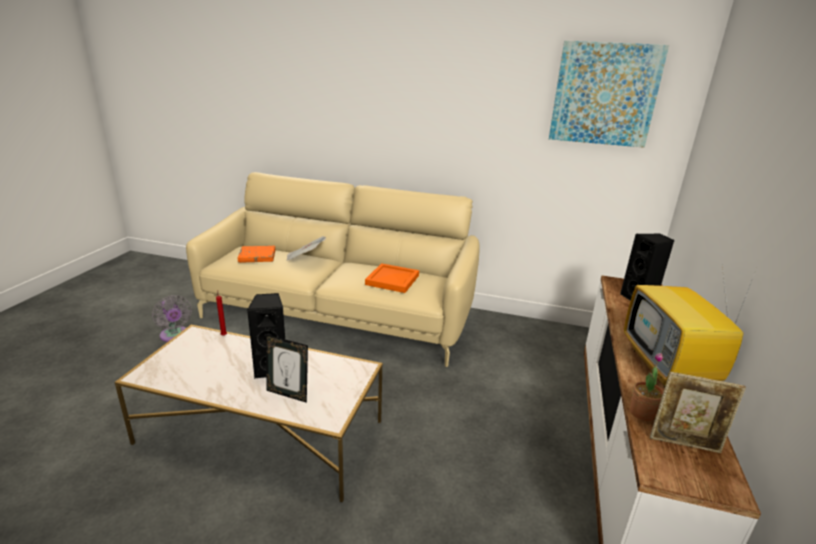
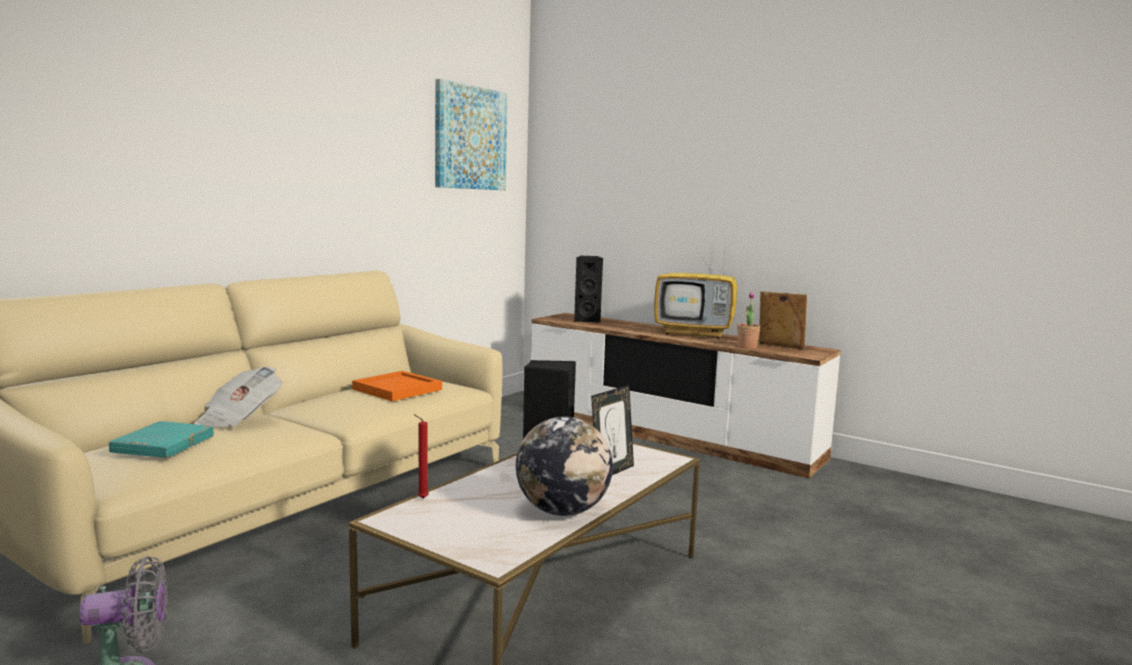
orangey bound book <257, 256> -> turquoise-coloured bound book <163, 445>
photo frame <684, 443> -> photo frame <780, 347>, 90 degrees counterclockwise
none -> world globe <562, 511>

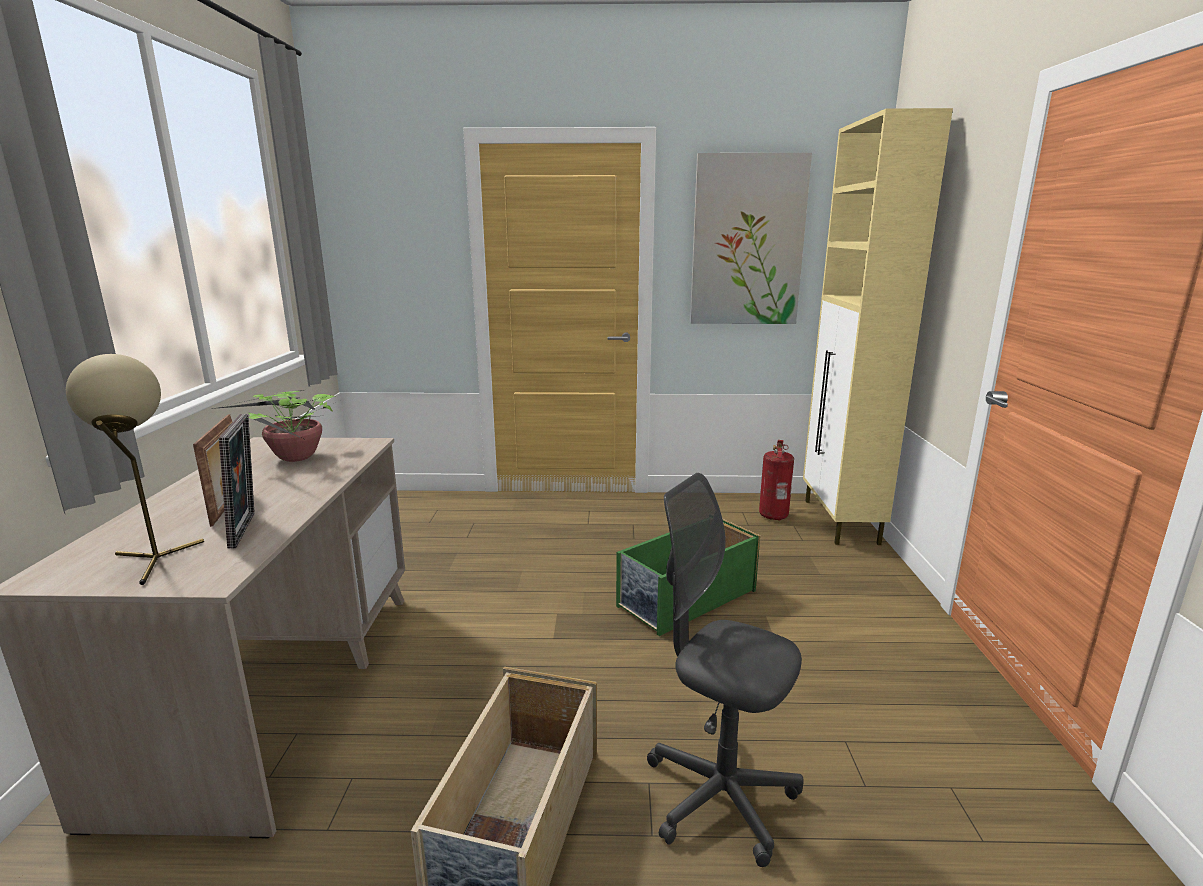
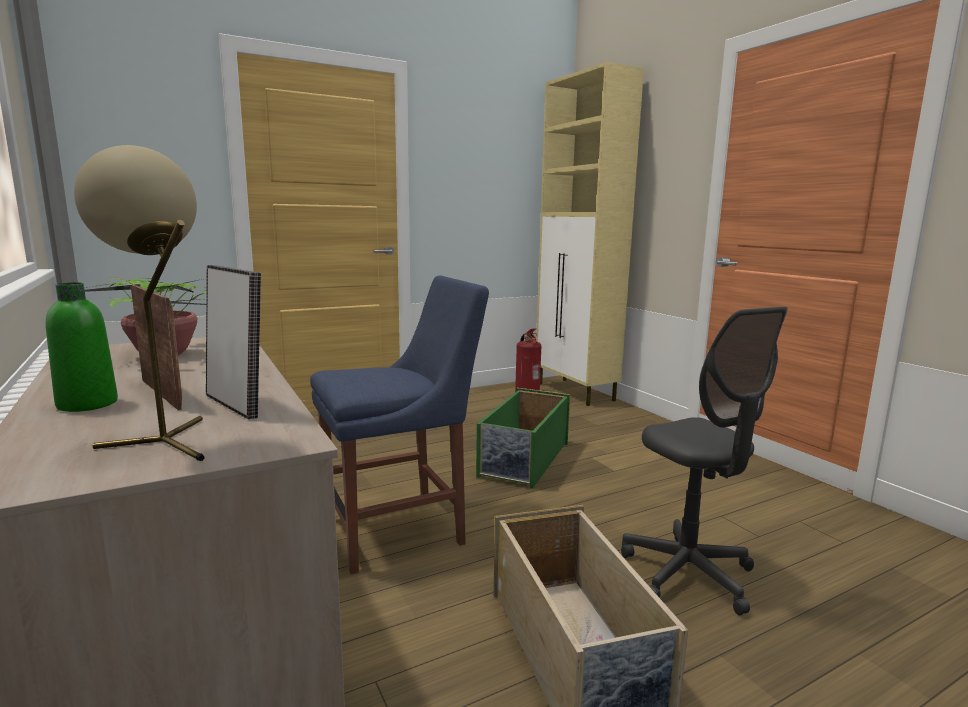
picture <747, 241> -> none
gray desk chair <719, 797> -> gray desk chair <688, 574>, 120 degrees counterclockwise
none -> blue-coloured plain chair <401, 530>
none -> greenish drink bottle <87, 404>

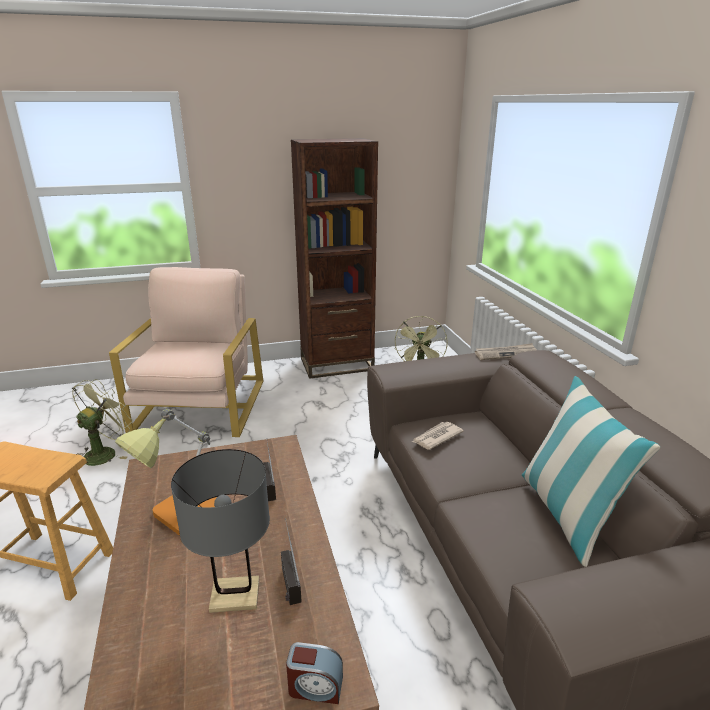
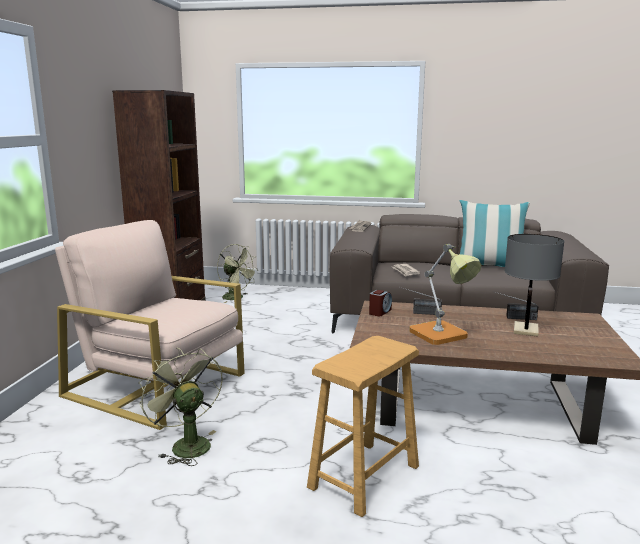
table clock <315, 687> -> table clock <380, 312>, move

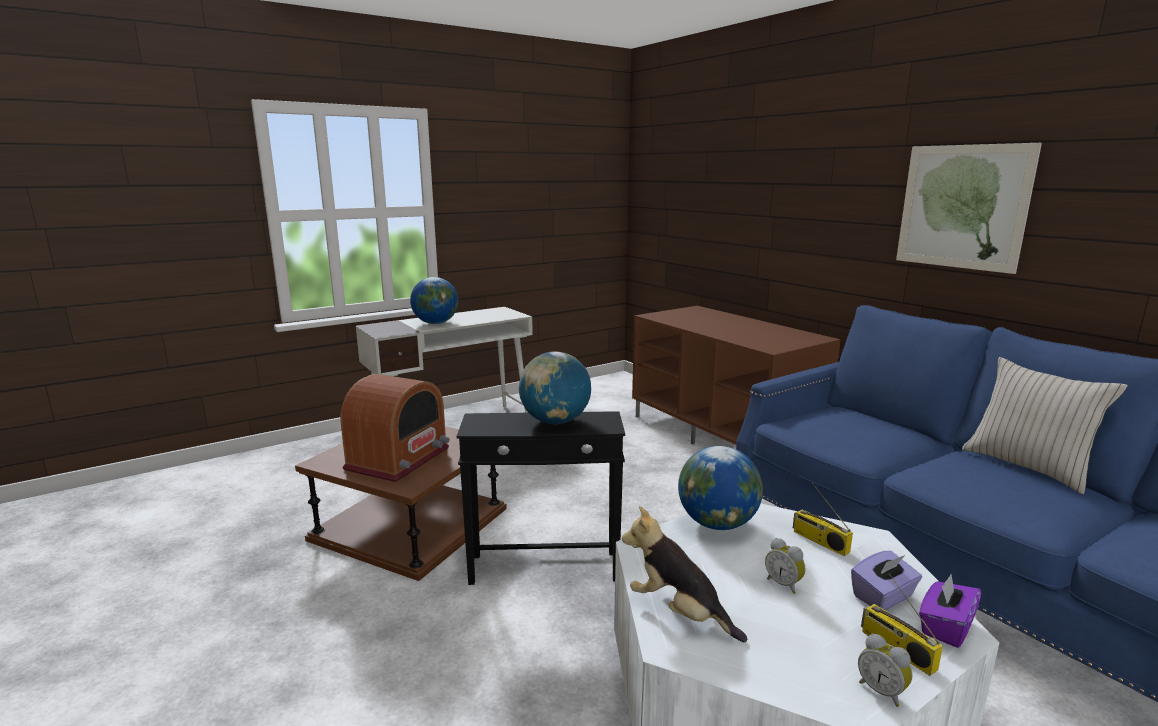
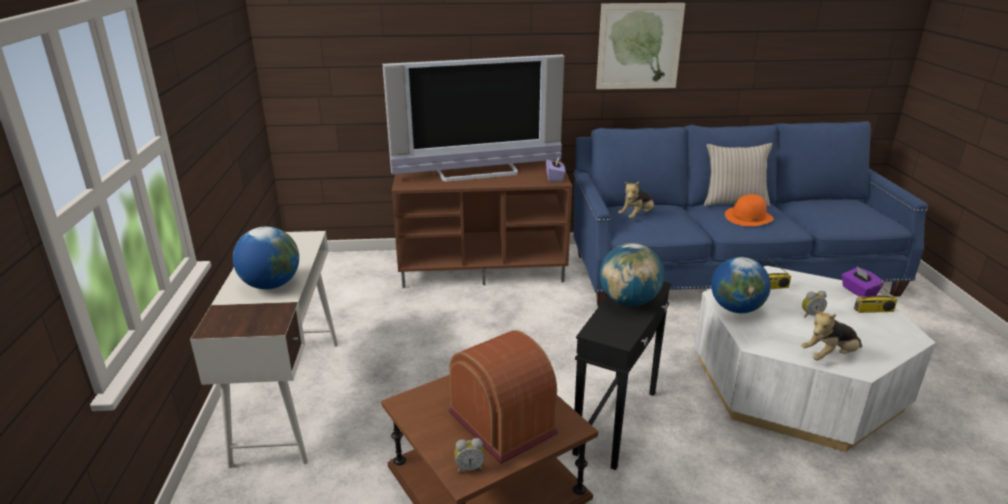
purplish box of tissues <883, 597> -> purplish box of tissues <555, 178>, move
table clock <882, 691> -> table clock <469, 467>, move
none -> television <478, 172>
none -> soft toy <637, 216>
none -> orangey wearable hat <748, 217>

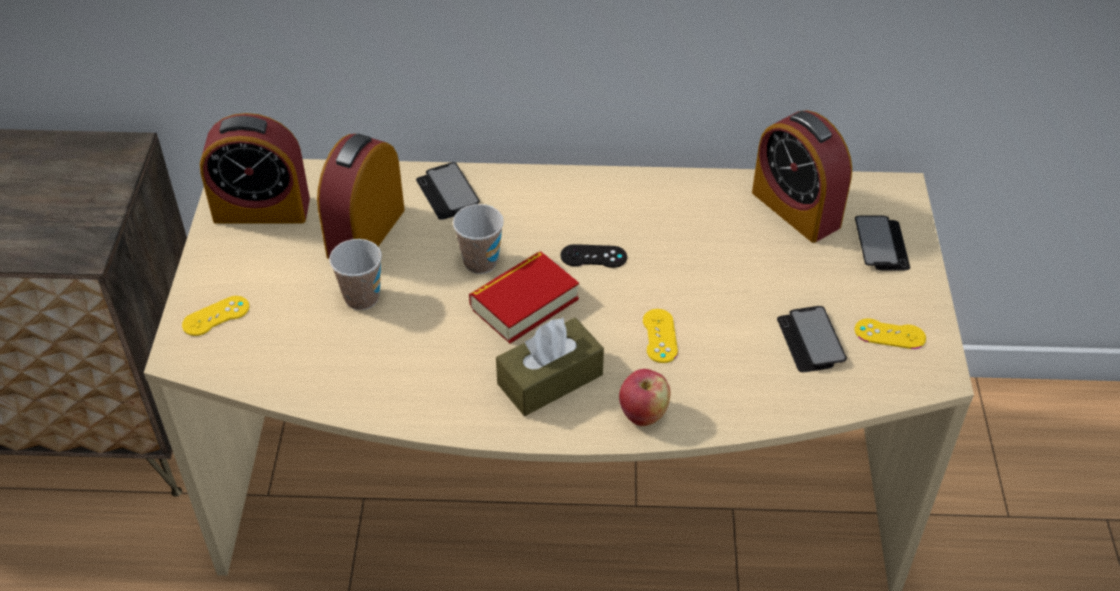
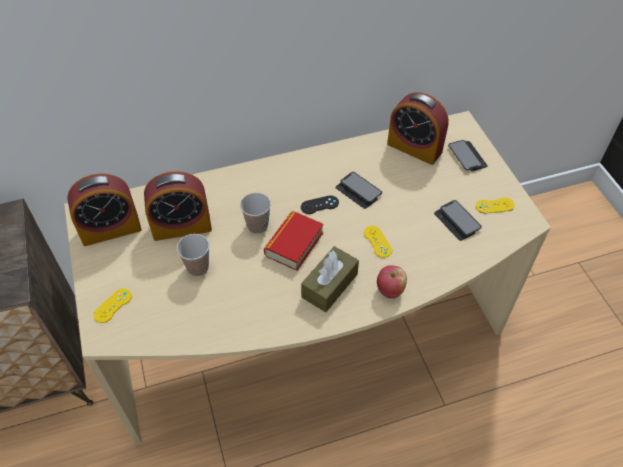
table clock <366, 233> -> table clock <182, 226>, 105 degrees counterclockwise
phone <447, 193> -> phone <358, 191>, move

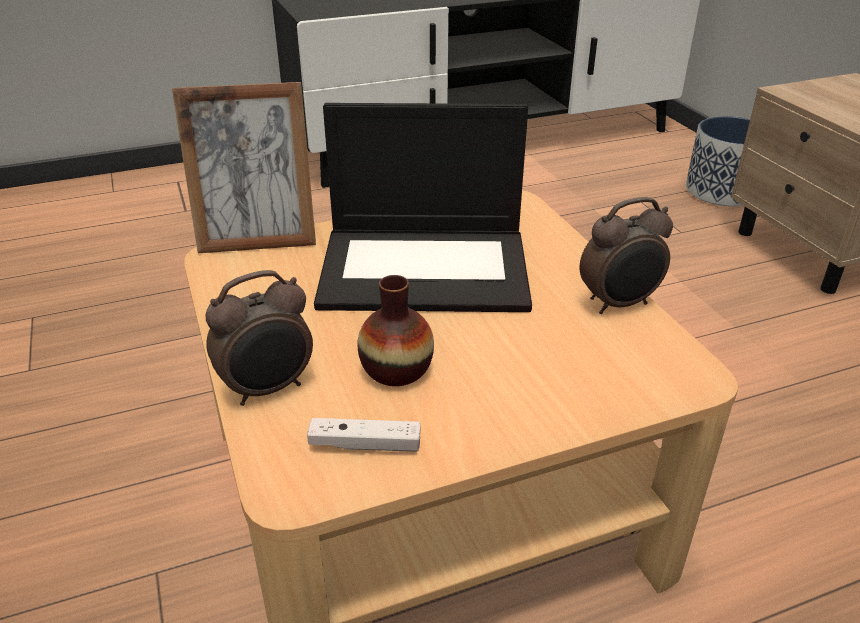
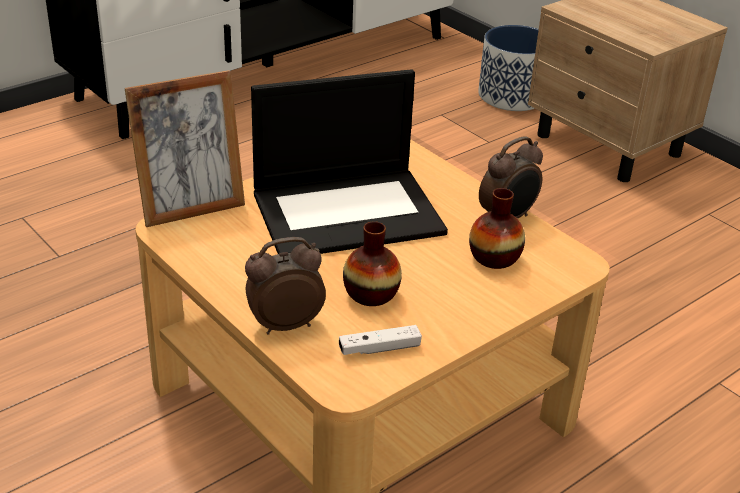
table clock <269, 389> -> table clock <284, 324>, 150 degrees counterclockwise
none -> decorative vase <494, 257>

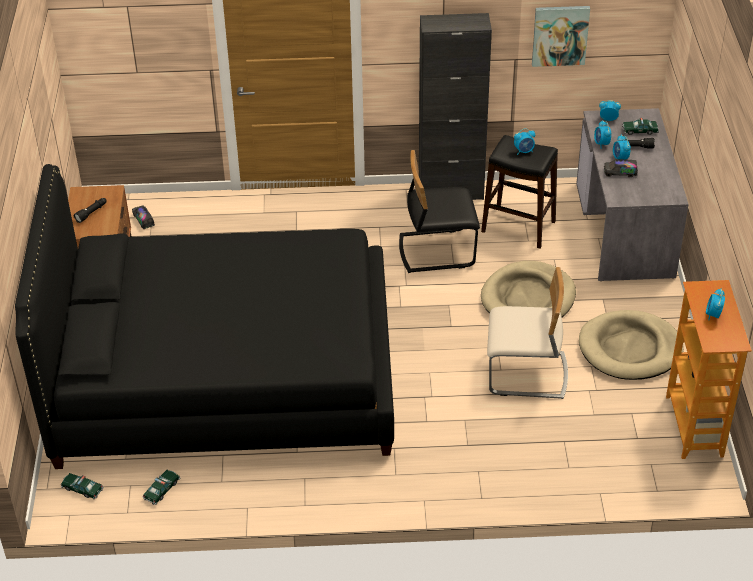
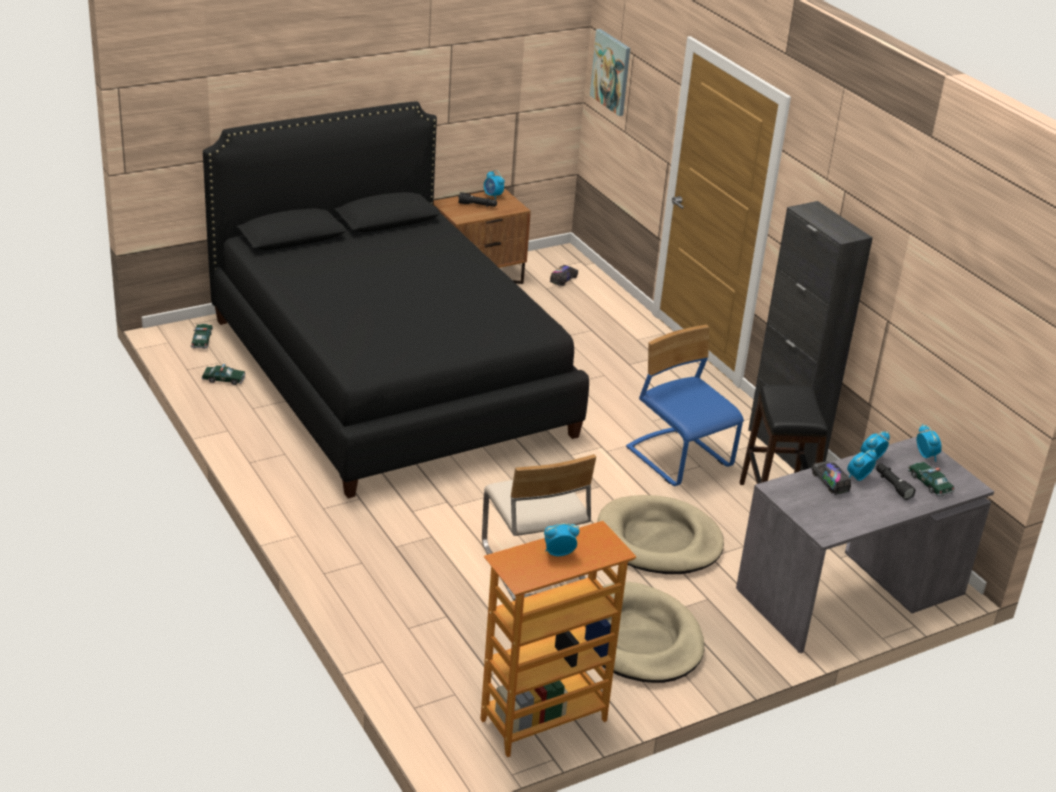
picture <560, 35> -> picture <611, 72>, move
table clock <524, 151> -> table clock <493, 196>, move
black-coloured plain chair <436, 250> -> blue-coloured plain chair <679, 458>

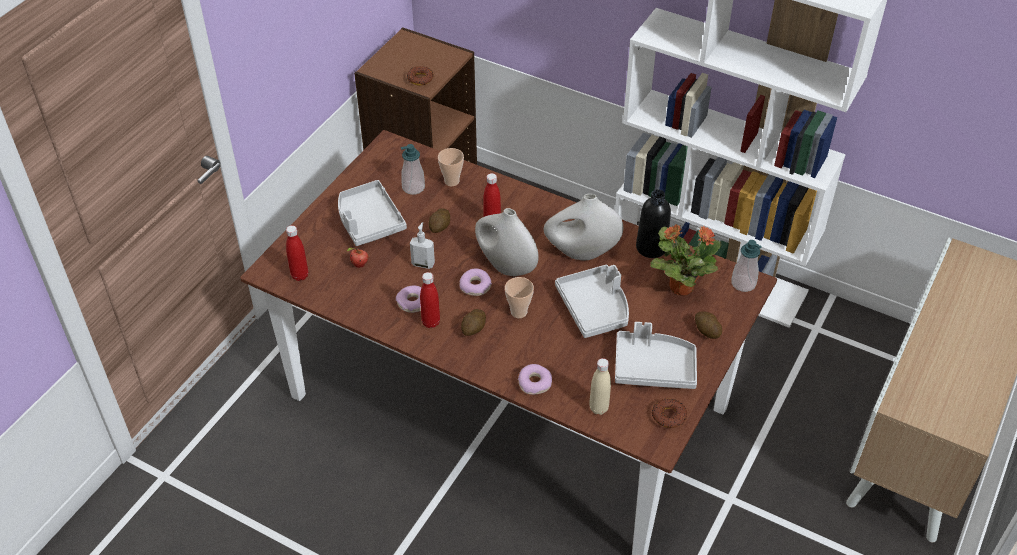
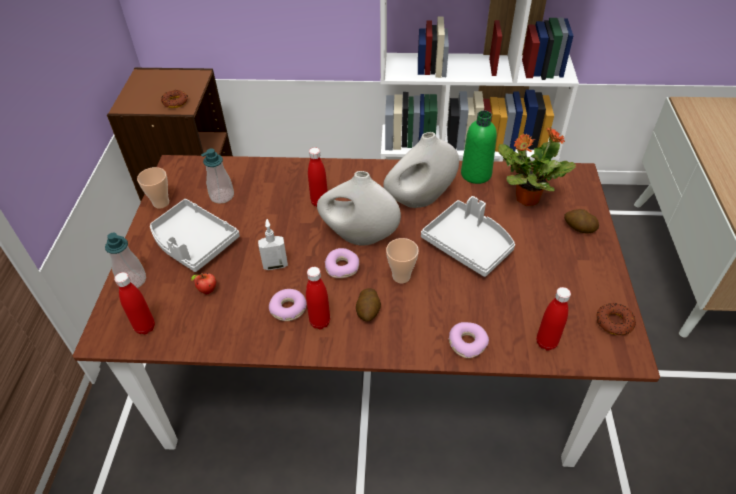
small cup <451, 181> -> small cup <161, 203>, move
black-coloured drink bottle <651, 247> -> greenish drink bottle <476, 174>
whole potato <440, 227> -> none
soap dispenser <743, 283> -> soap dispenser <132, 280>, move
gray serving tray <653, 367> -> none
beige drink bottle <598, 408> -> red drink bottle <546, 343>

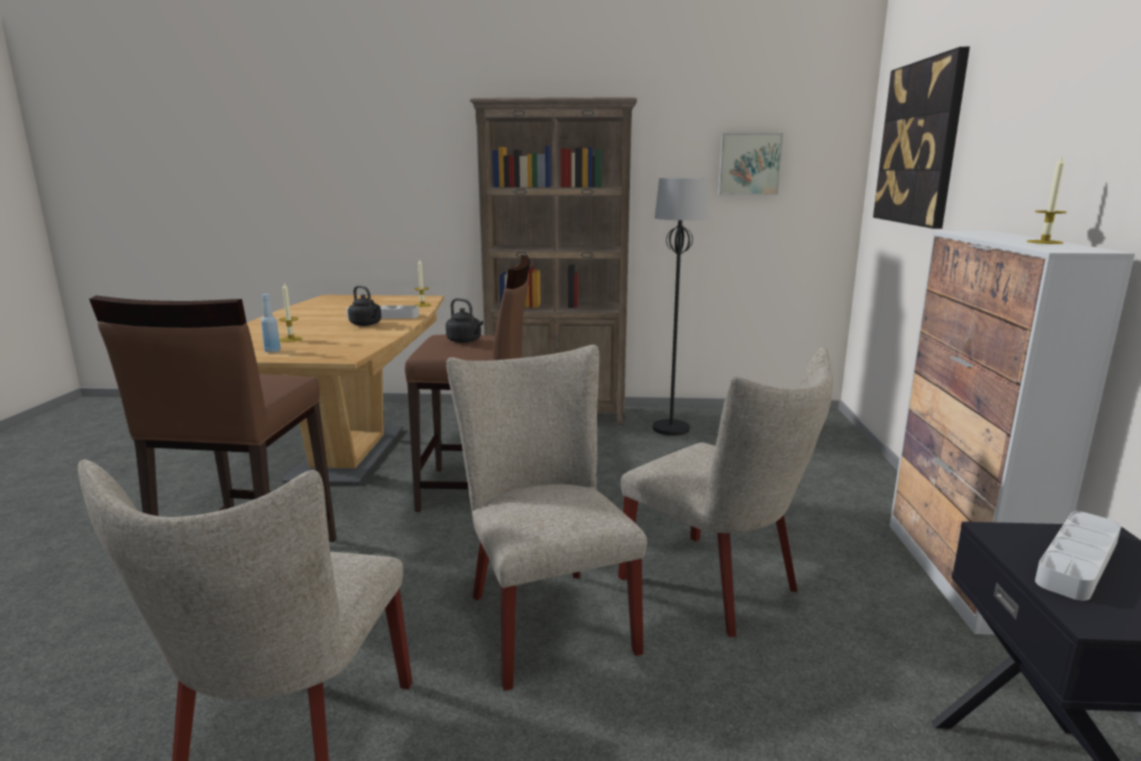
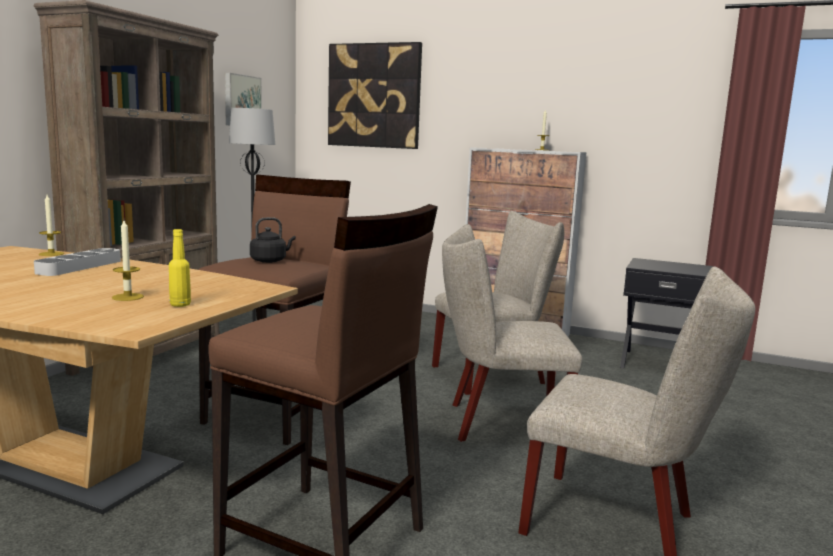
black-coloured water kettle <367, 324> -> none
blue-coloured drink bottle <272, 351> -> yellowish drink bottle <180, 305>
gray serving tray <1077, 561> -> none

